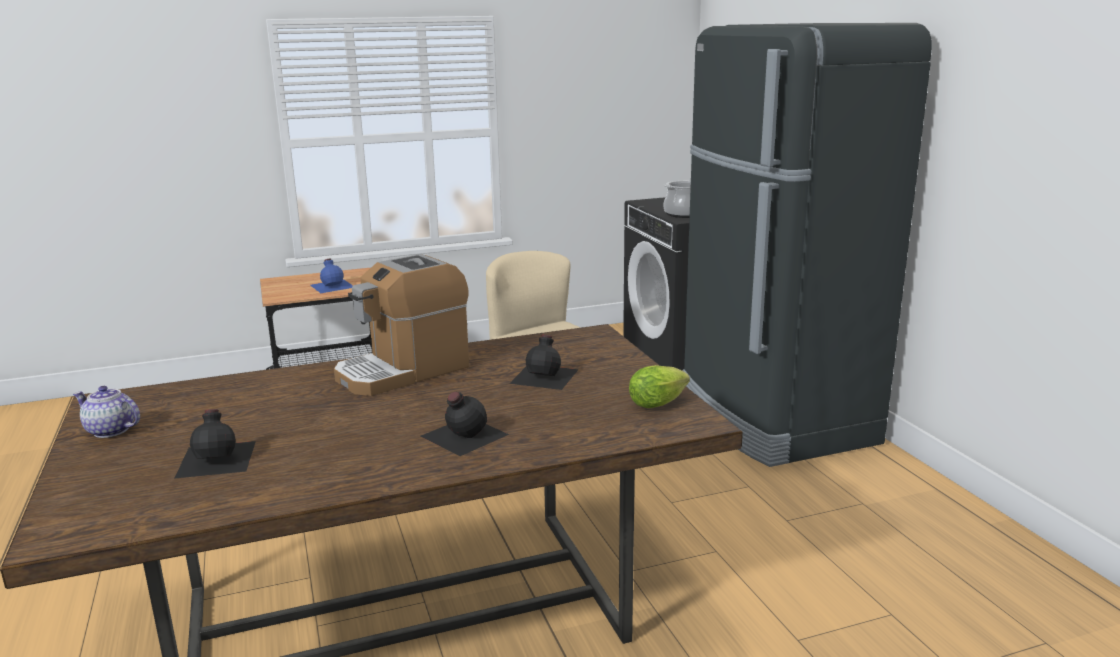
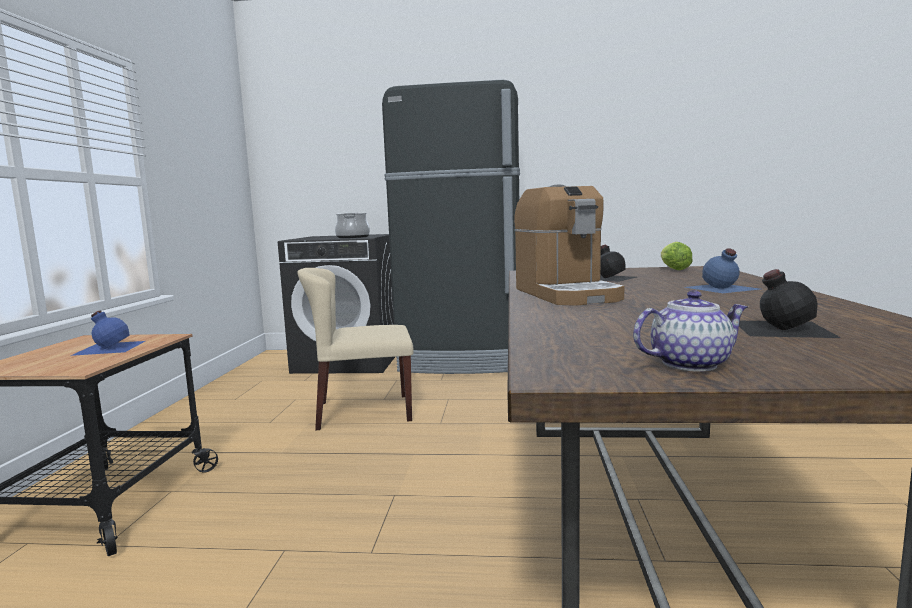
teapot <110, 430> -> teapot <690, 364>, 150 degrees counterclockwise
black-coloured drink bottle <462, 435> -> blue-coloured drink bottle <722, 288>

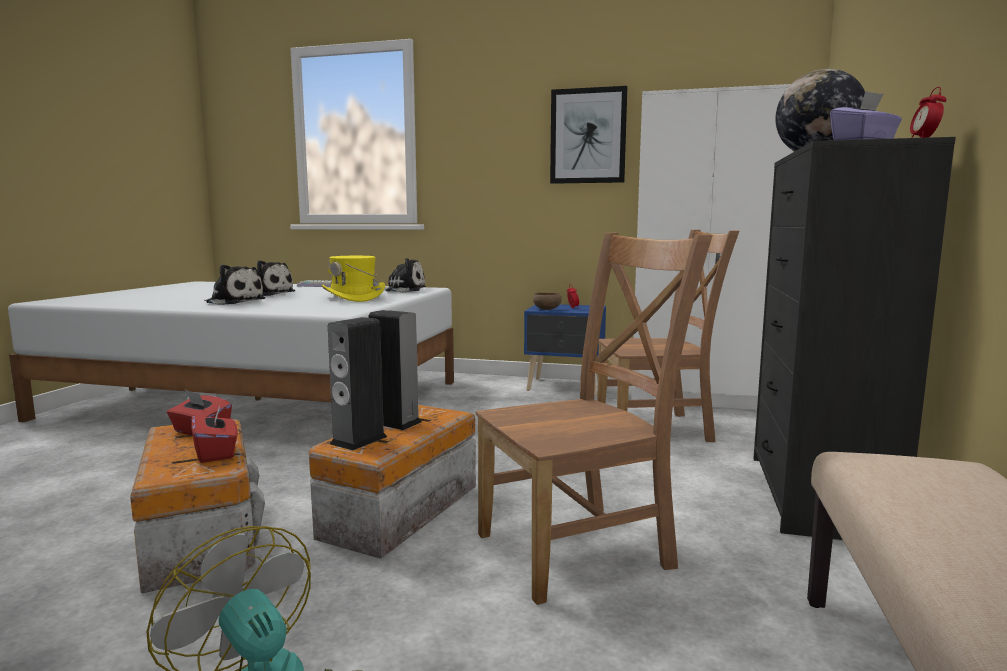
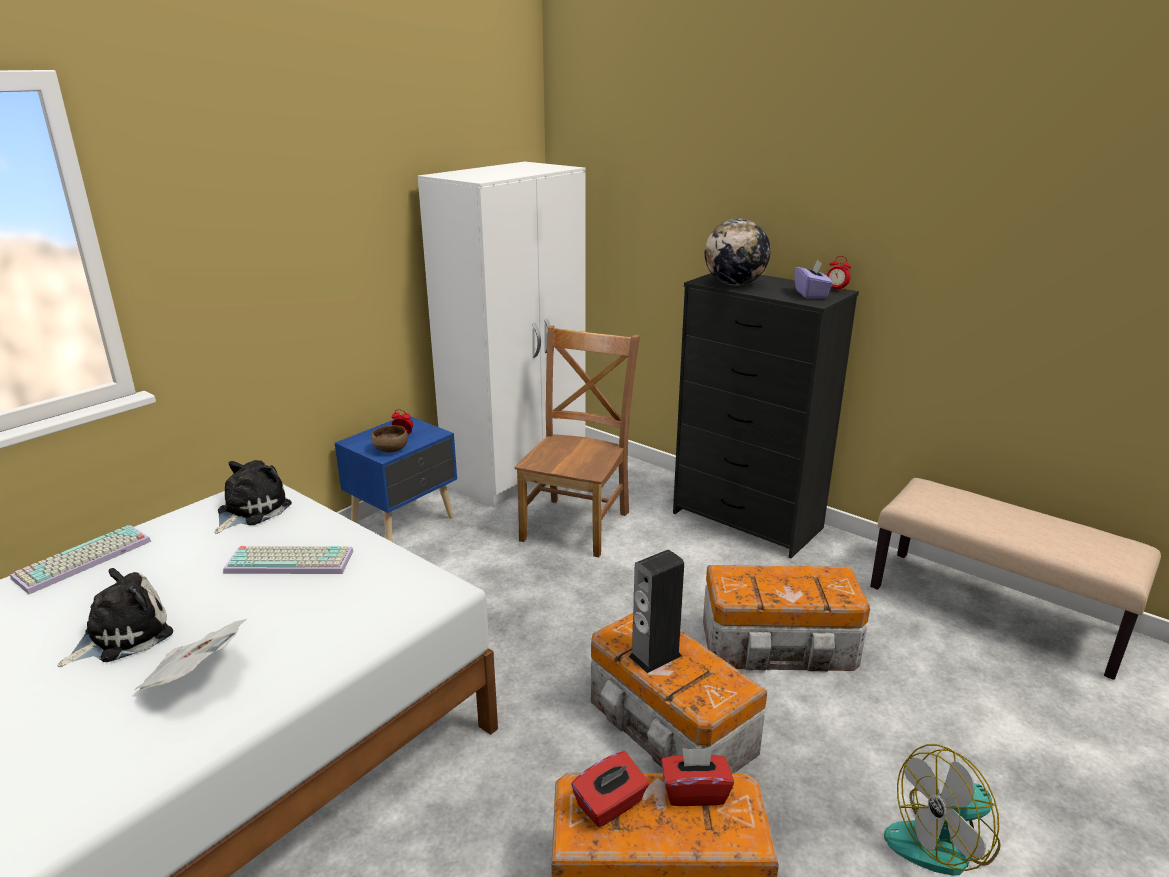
picture <588, 136> -> none
brownish plain chair <581, 549> -> storage bin <781, 646>
yellowish wearable hat <354, 298> -> keyboard <292, 560>
soft toy <234, 302> -> daily paper <197, 677>
loudspeaker <358, 440> -> none

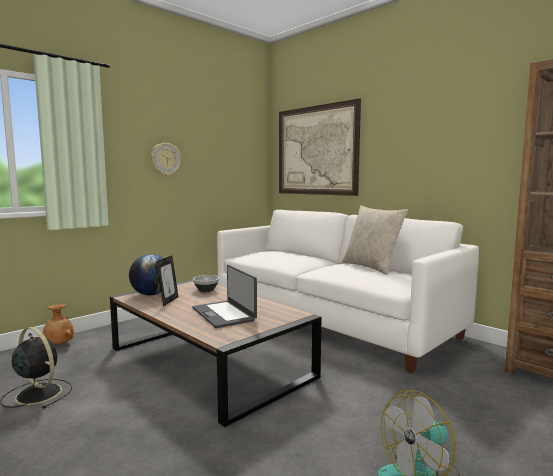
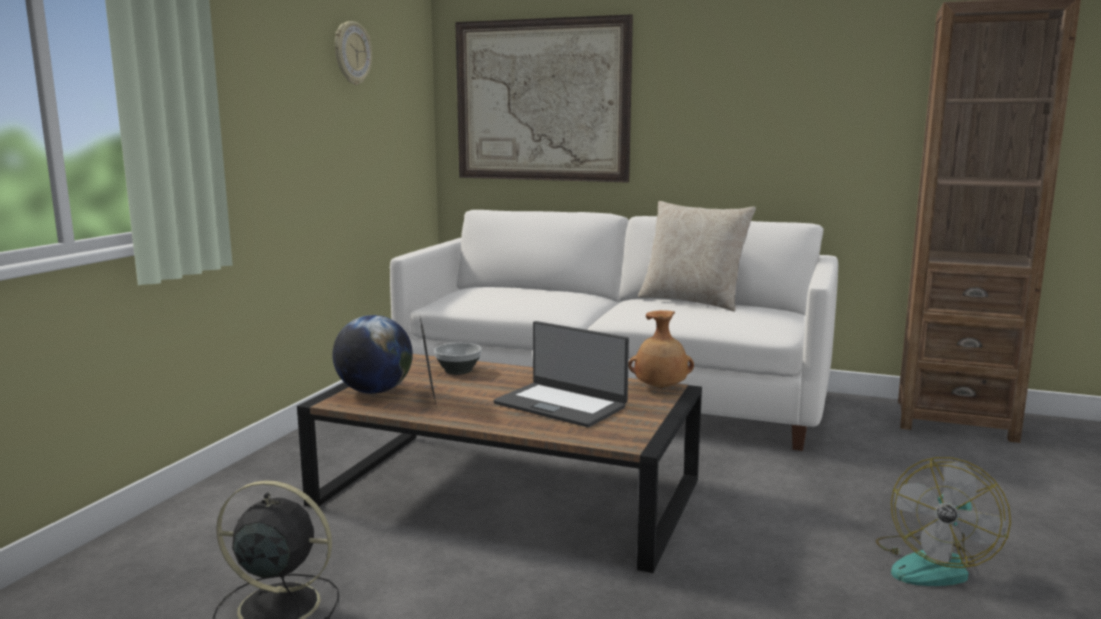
wall clock <166, 159> -> wall clock <351, 53>, move
brownish decorative vase <58, 345> -> brownish decorative vase <660, 388>, move

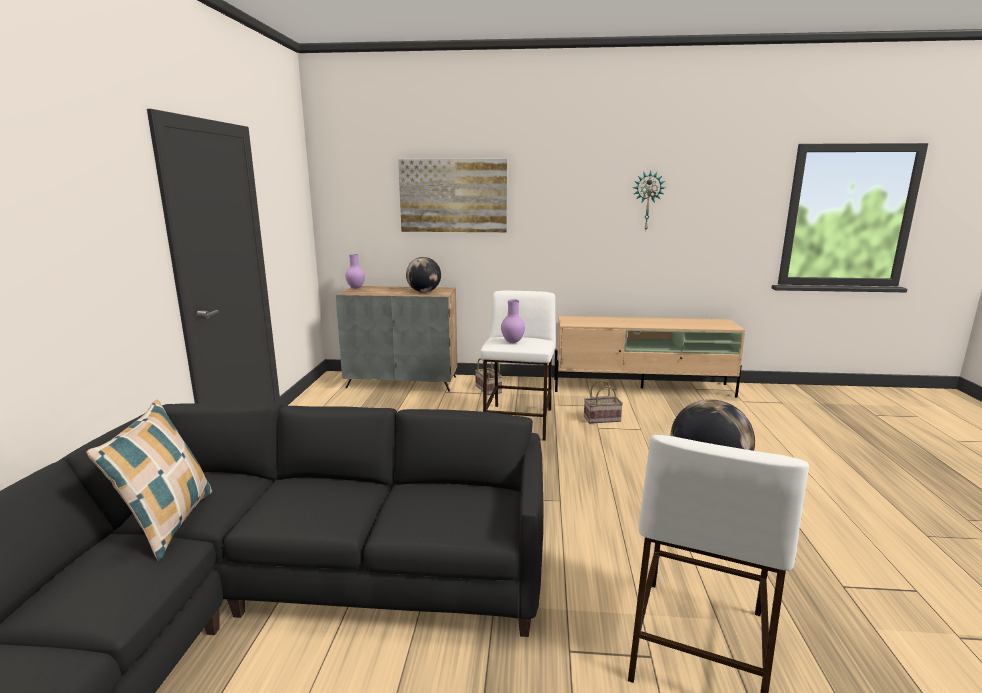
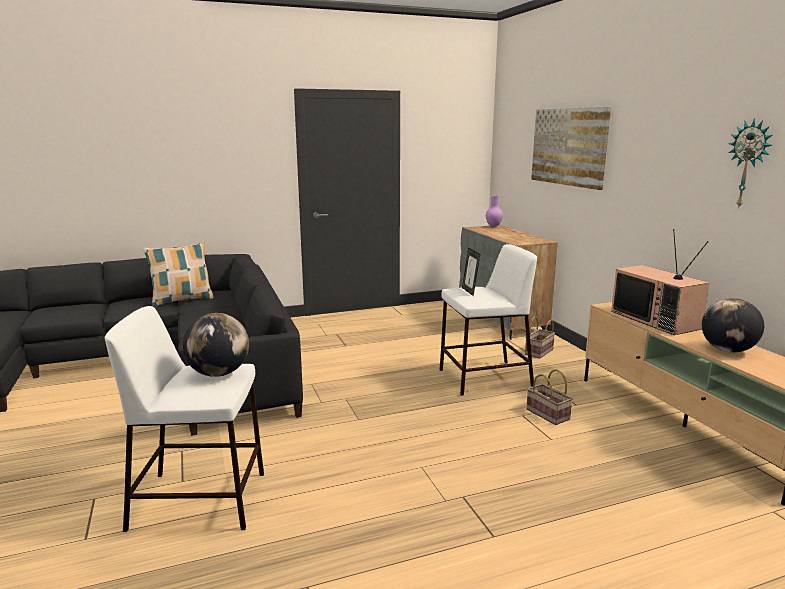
world globe <424, 291> -> world globe <727, 350>, move
purplish decorative vase <513, 342> -> photo frame <470, 291>
none -> television <656, 320>

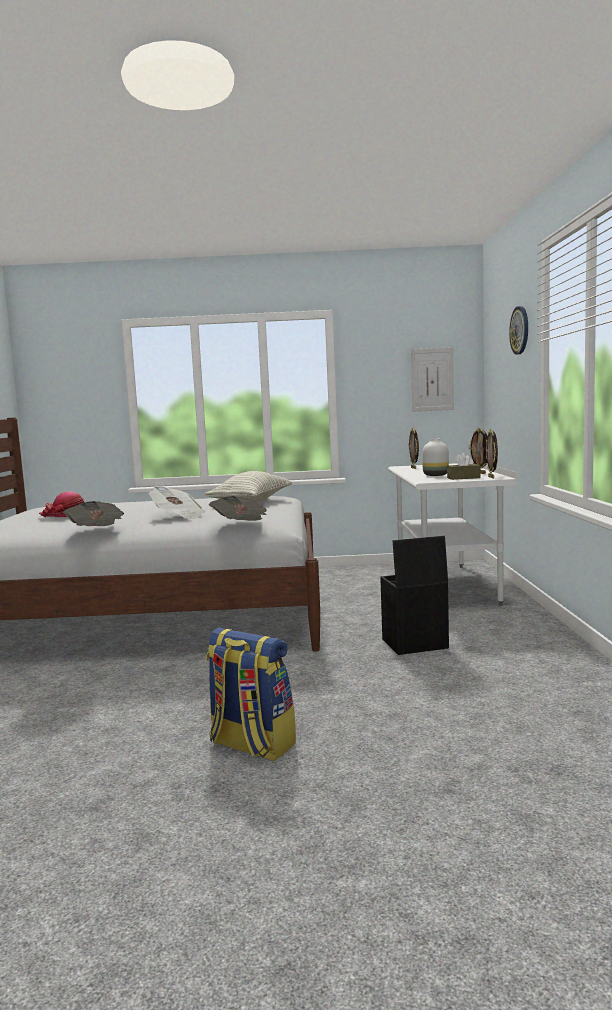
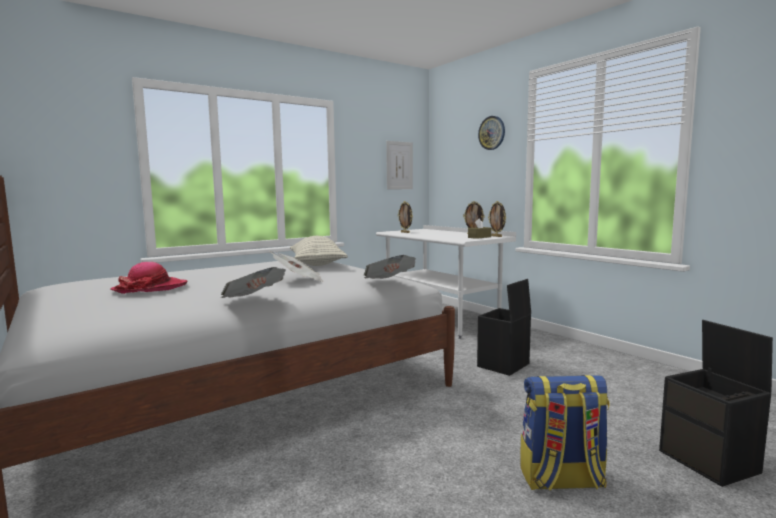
white decorative vase <435, 475> -> none
none -> black-coloured storage bin <710, 462>

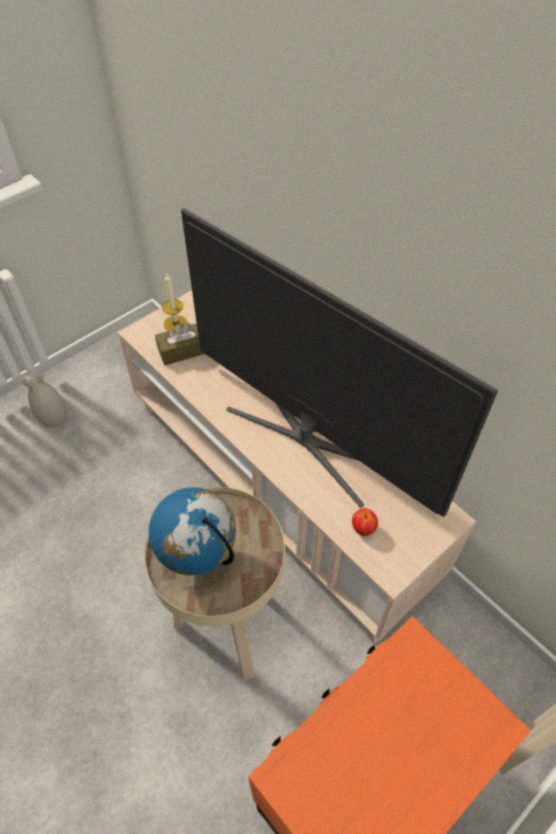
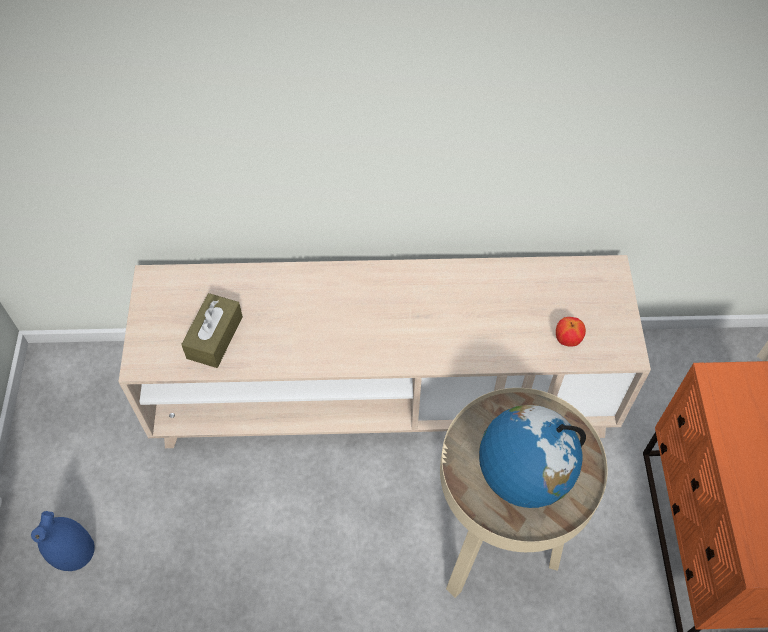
television <309, 438> -> none
wax candle <175, 324> -> none
white decorative vase <53, 418> -> blue-coloured decorative vase <74, 554>

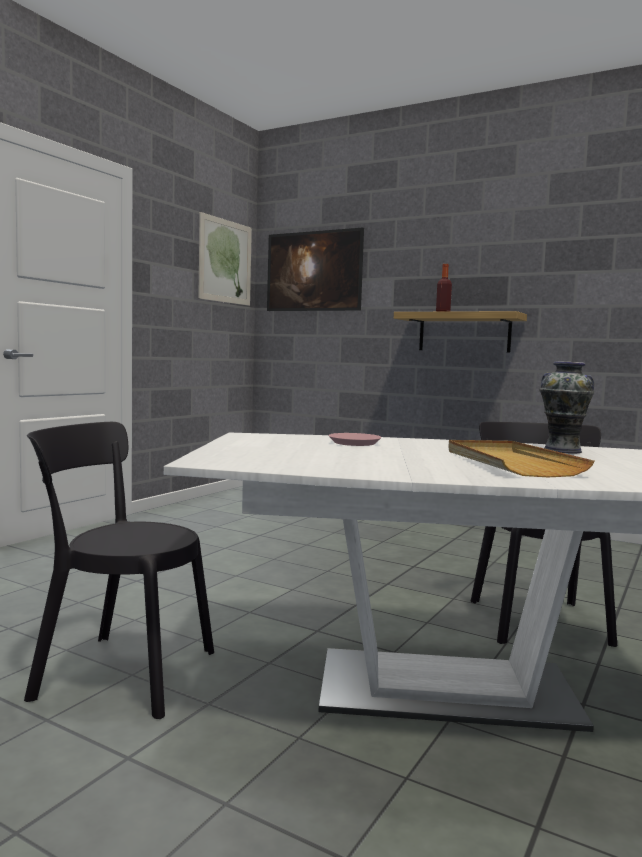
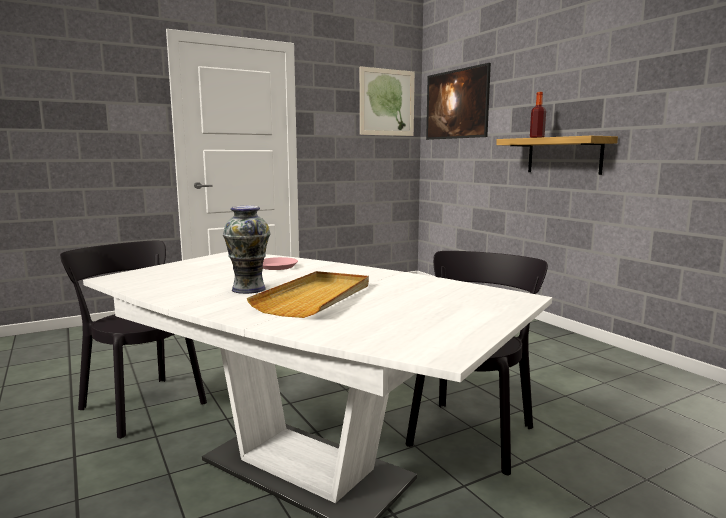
decorative vase <562, 450> -> decorative vase <248, 289>, move

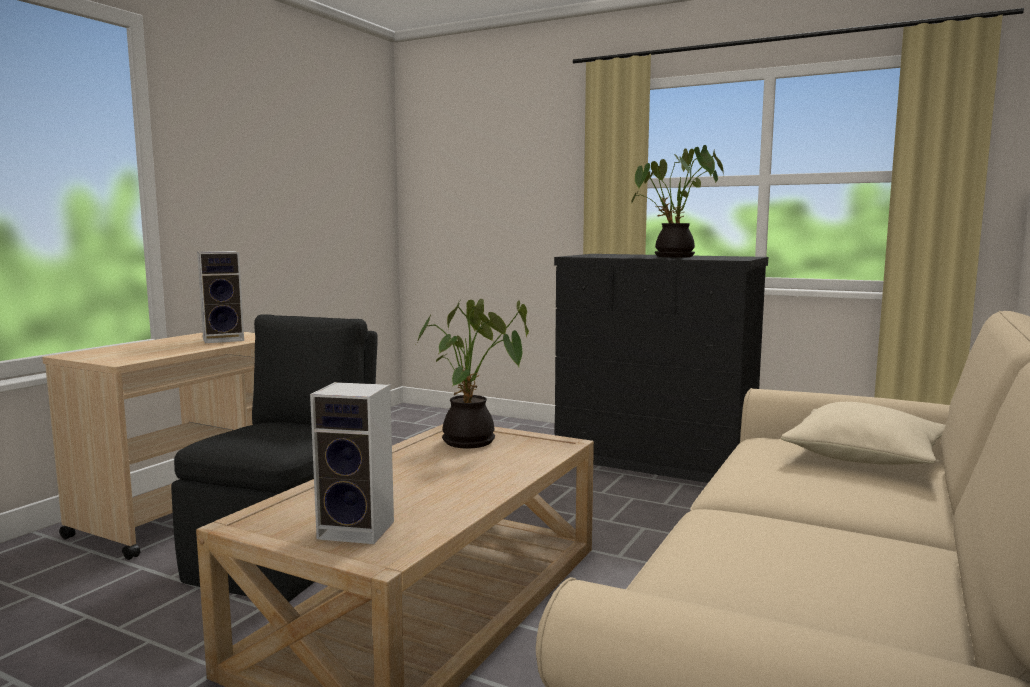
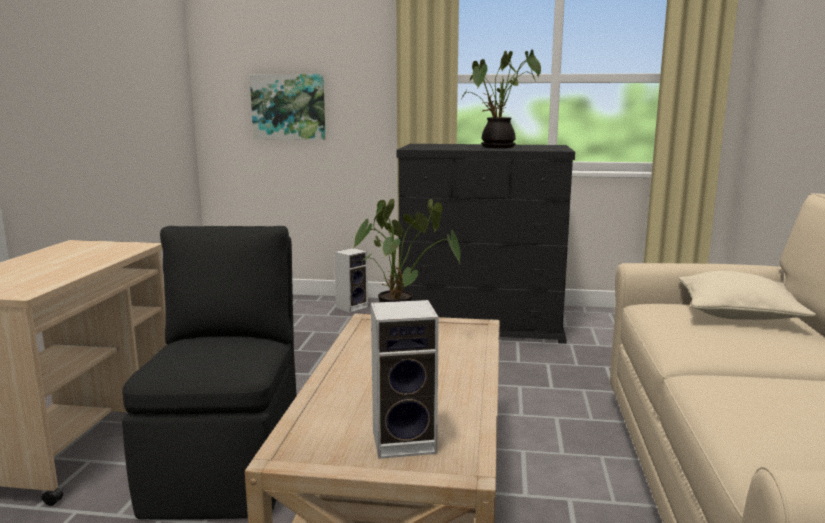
loudspeaker <225, 339> -> loudspeaker <352, 307>, move
none -> picture <288, 107>

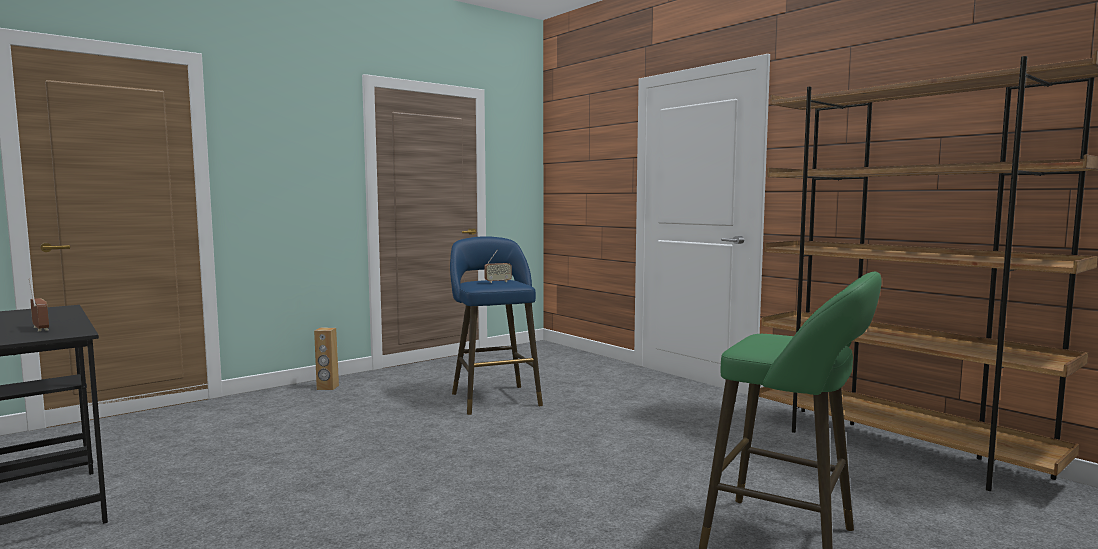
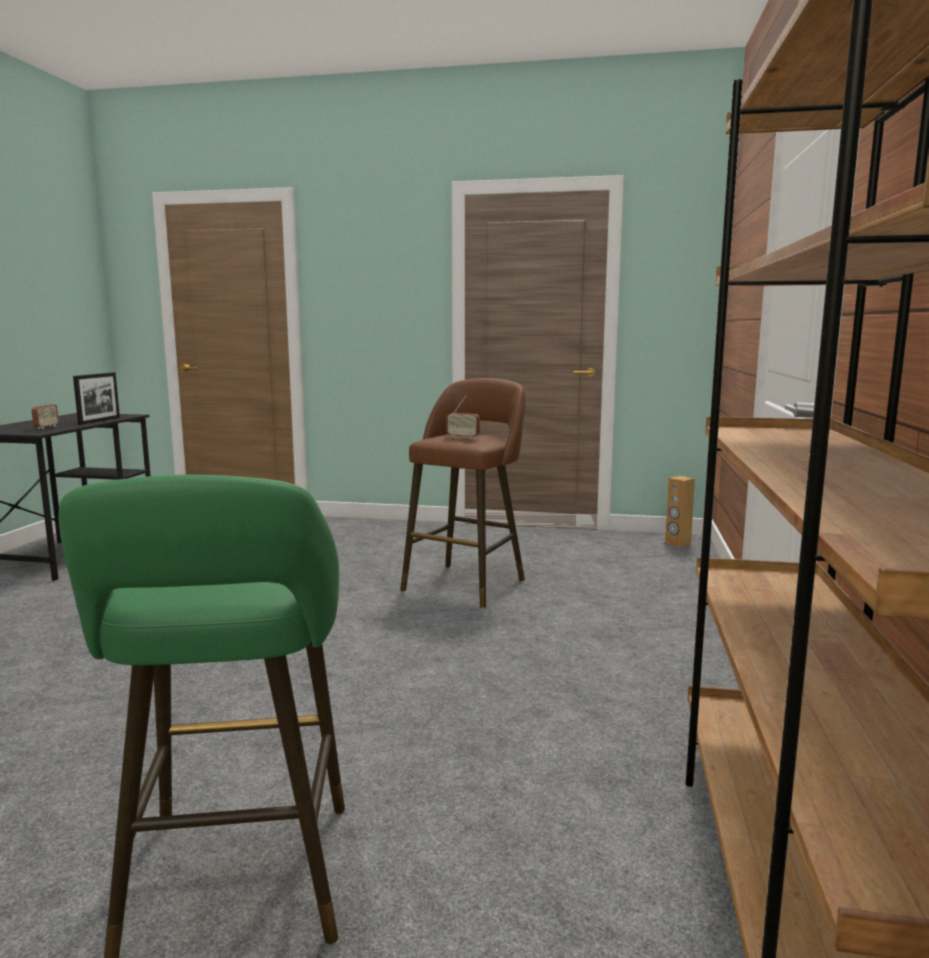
blue-coloured stool seat <494, 398> -> brownish stool seat <467, 583>
brownish loudspeaker <327, 387> -> brownish loudspeaker <677, 543>, move
none -> photo frame <99, 421>

